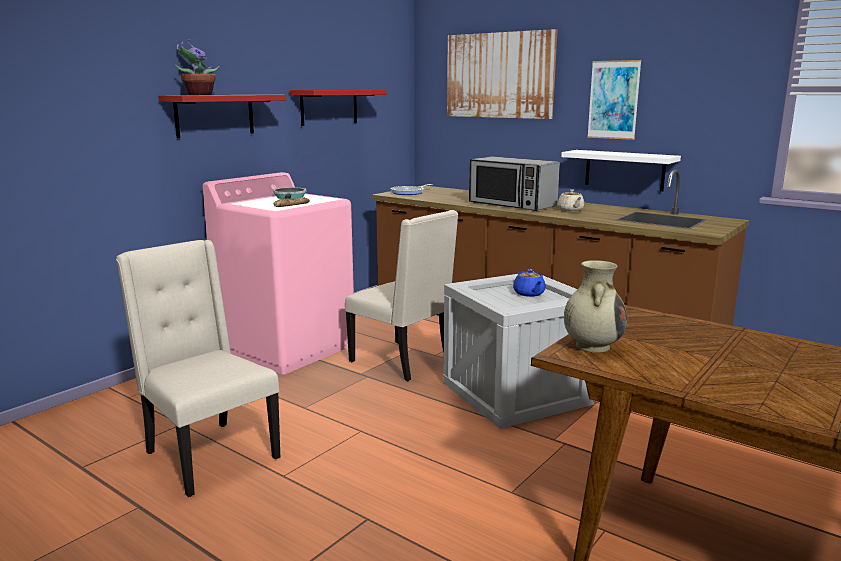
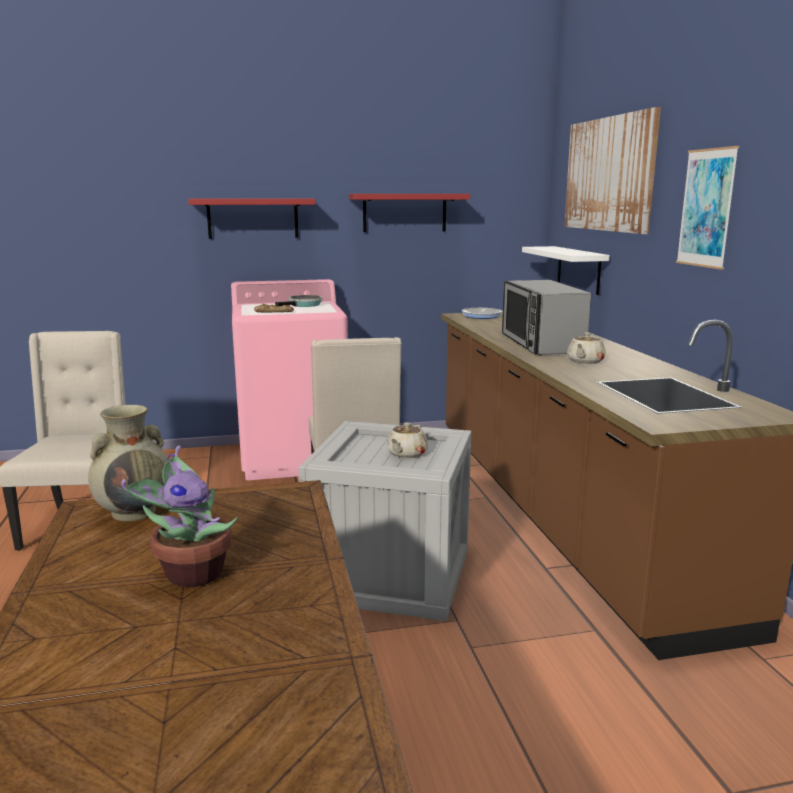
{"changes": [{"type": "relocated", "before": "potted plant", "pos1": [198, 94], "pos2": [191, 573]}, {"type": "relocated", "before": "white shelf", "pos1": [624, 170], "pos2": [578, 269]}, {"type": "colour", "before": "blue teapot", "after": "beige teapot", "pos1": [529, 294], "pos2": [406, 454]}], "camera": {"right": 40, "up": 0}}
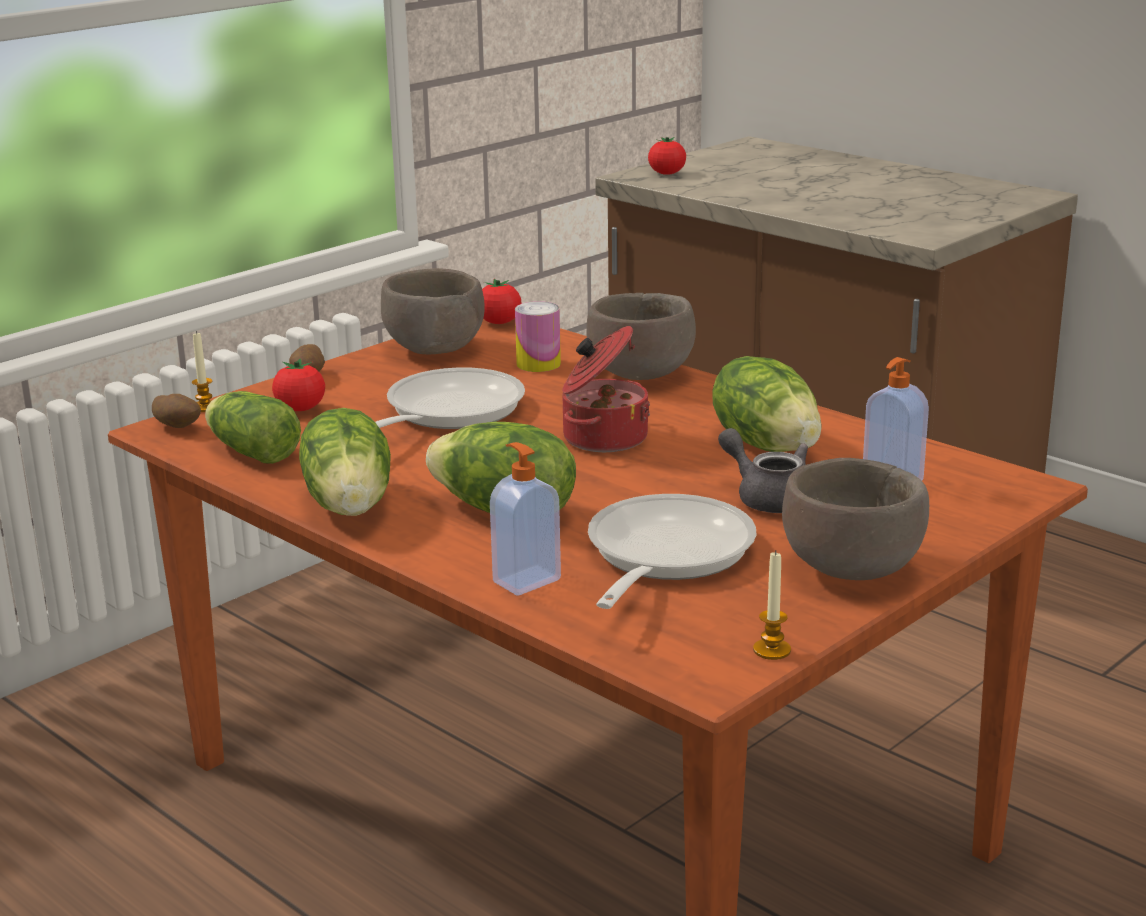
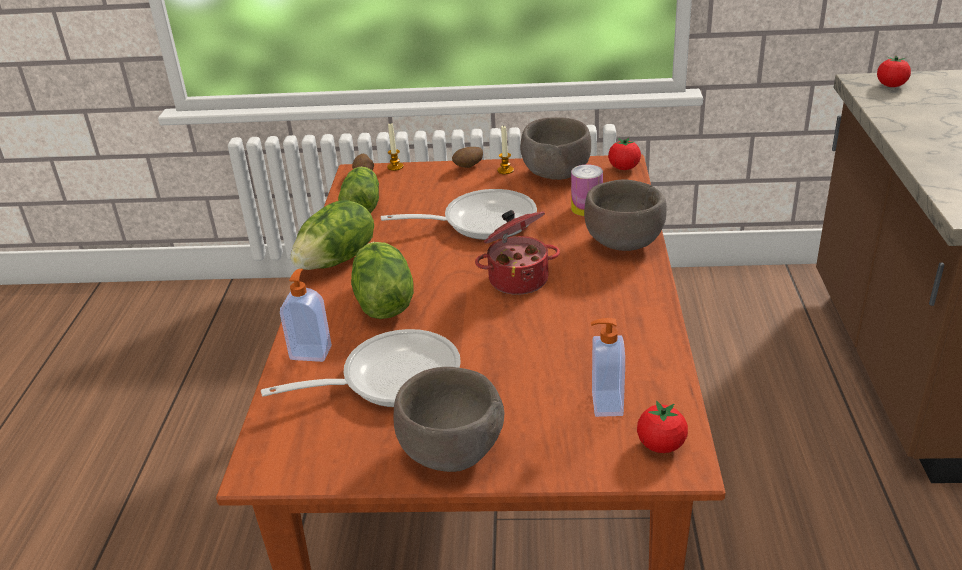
{"changes": [{"type": "missing", "before": "lettuce", "pos1": [768, 444]}, {"type": "relocated", "before": "tomato", "pos1": [300, 409], "pos2": [661, 445]}, {"type": "missing", "before": "grey teapot", "pos1": [768, 497]}, {"type": "relocated", "before": "candle", "pos1": [772, 650], "pos2": [505, 170]}], "camera": {"right": 50, "up": 10}}
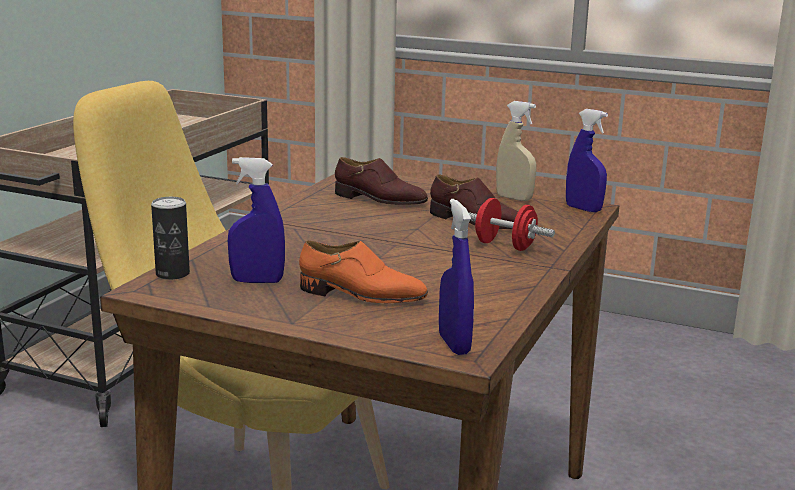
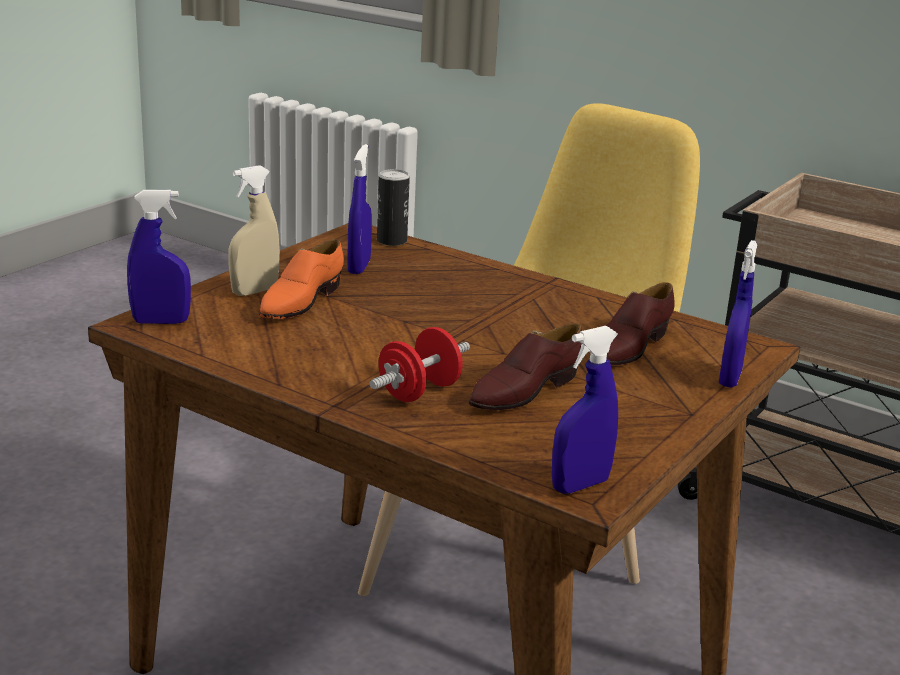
{"changes": [{"type": "relocated", "before": "beige spray bottle", "pos1": [514, 198], "pos2": [254, 291]}, {"type": "appeared", "after": "blue spray bottle", "pos2": [730, 378]}], "camera": {"right": 100, "up": 5}}
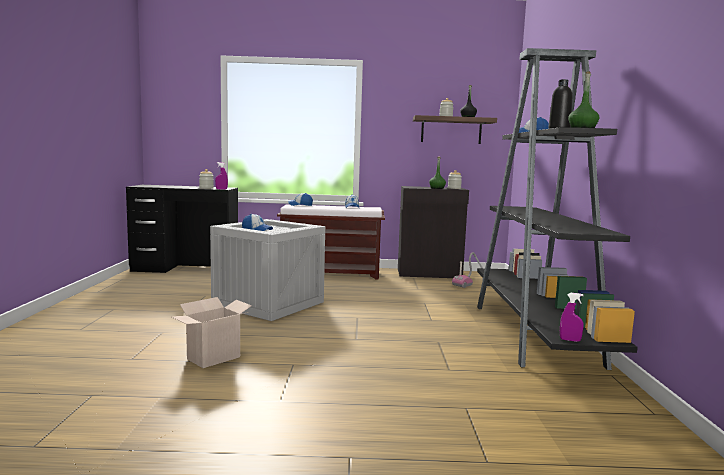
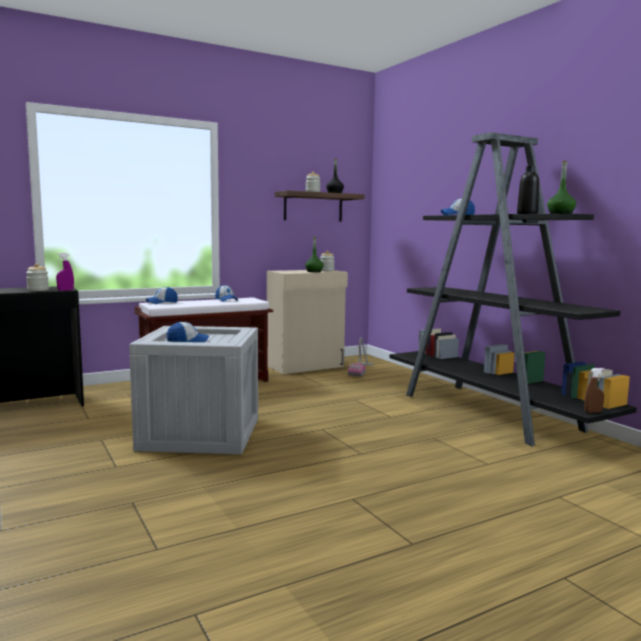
{"changes": [{"type": "colour", "before": "black cabinet", "after": "beige cabinet", "pos1": [429, 274], "pos2": [306, 366]}, {"type": "colour", "before": "purple spray bottle", "after": "brown spray bottle", "pos1": [570, 340], "pos2": [593, 412]}, {"type": "missing", "before": "cardboard box", "pos1": [213, 359]}], "camera": {"right": -30, "up": 0}}
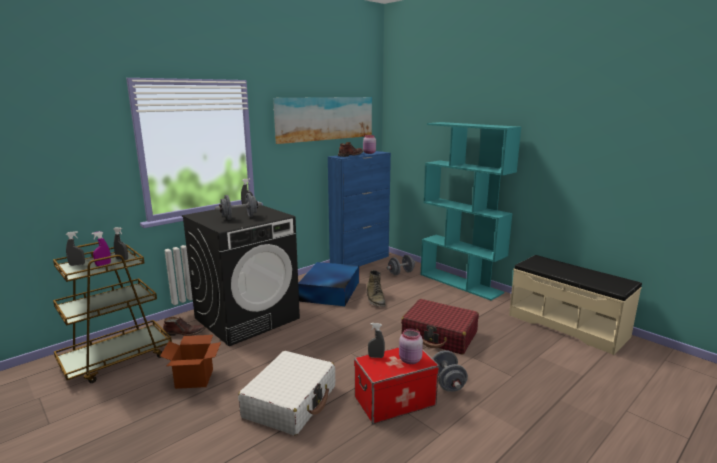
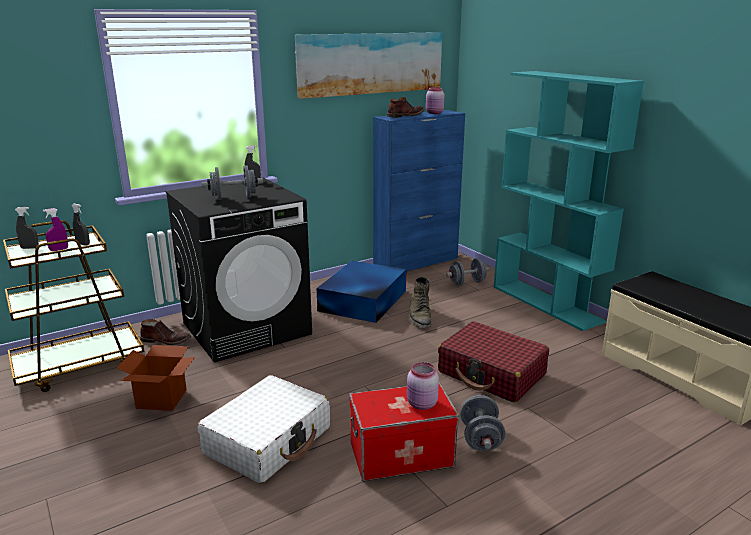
{"changes": [{"type": "missing", "before": "grey spray bottle", "pos1": [376, 357]}], "camera": {"right": 10, "up": 5}}
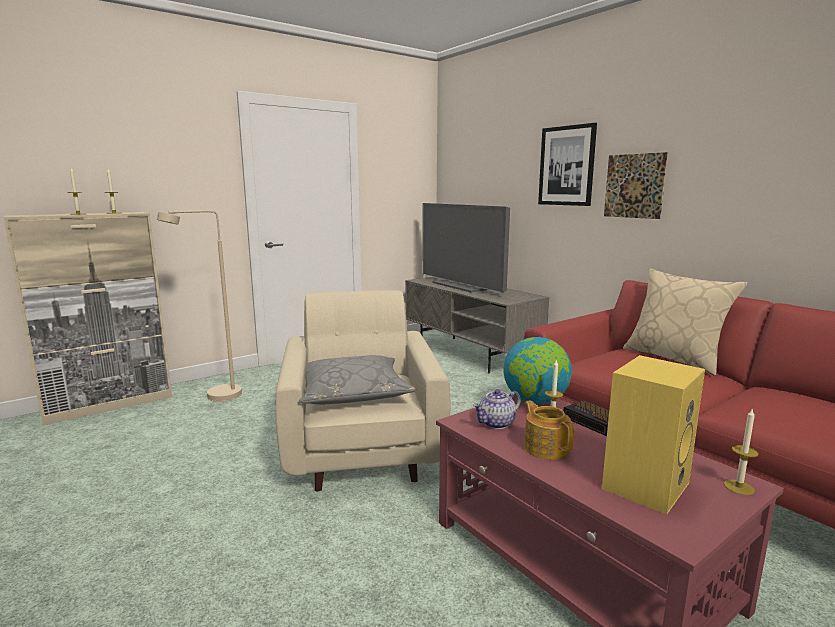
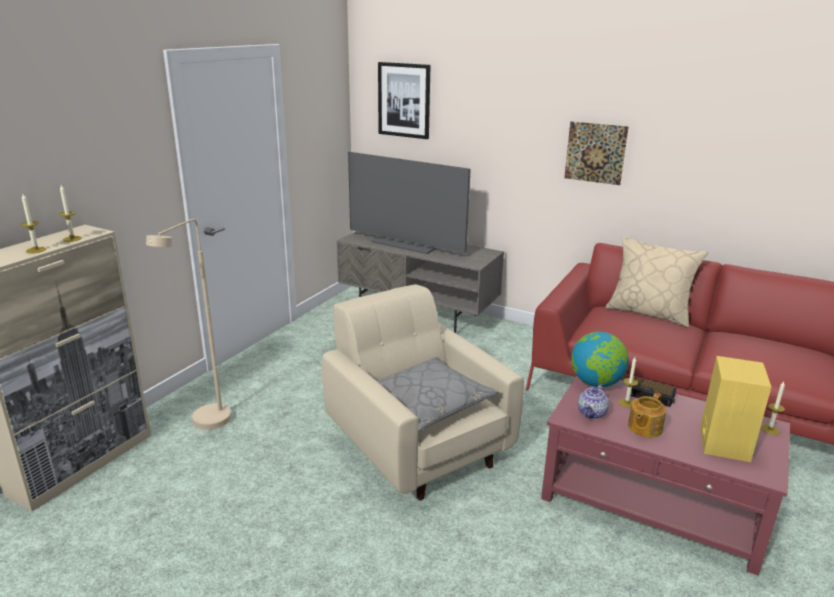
{"changes": [{"type": "relocated", "before": "picture", "pos1": [567, 166], "pos2": [404, 100]}, {"type": "spun", "before": "teapot", "pos1": [546, 448], "pos2": [644, 428], "turn": -90}], "camera": {"right": -25, "up": 10}}
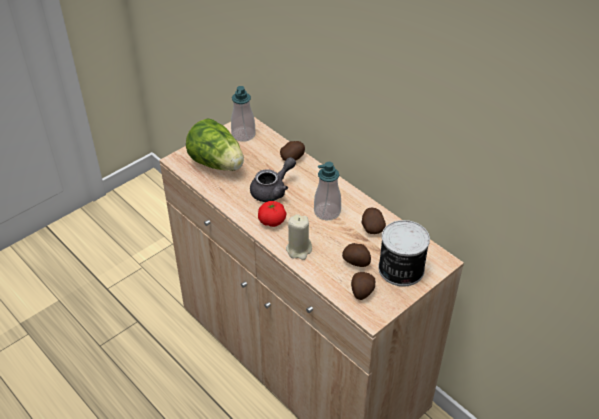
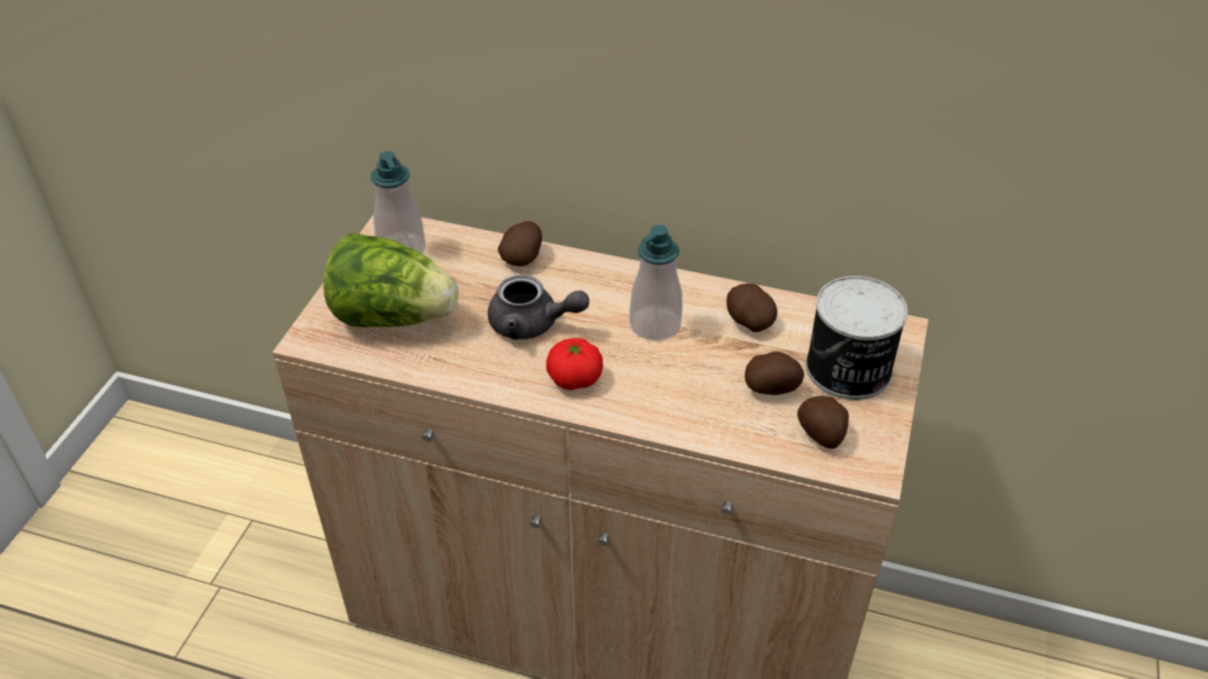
{"changes": [{"type": "spun", "before": "grey teapot", "pos1": [273, 190], "pos2": [532, 325], "turn": 90}, {"type": "missing", "before": "beige candle", "pos1": [299, 249]}], "camera": {"right": -30, "up": 0}}
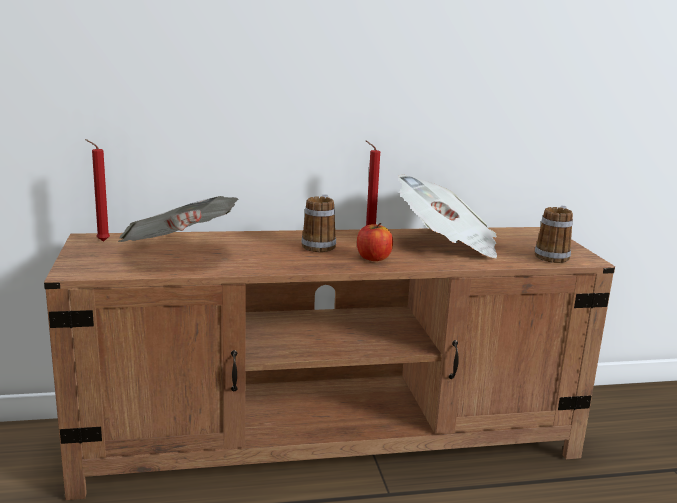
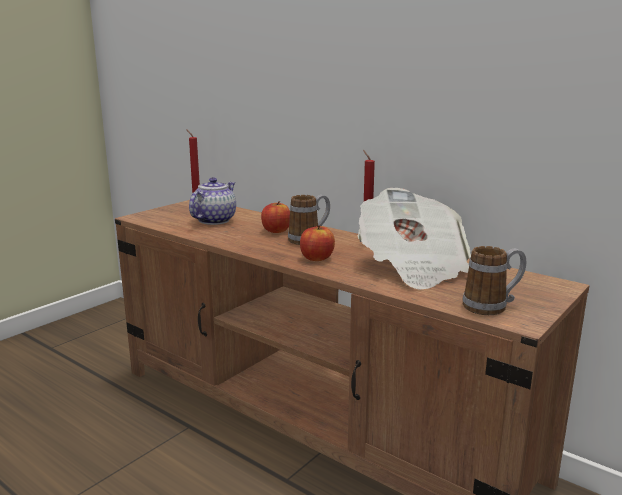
{"changes": [{"type": "exchanged", "before": "newspaper", "after": "teapot", "pos1": [178, 251], "pos2": [214, 220]}, {"type": "appeared", "after": "apple", "pos2": [276, 231]}], "camera": {"right": 50, "up": 0}}
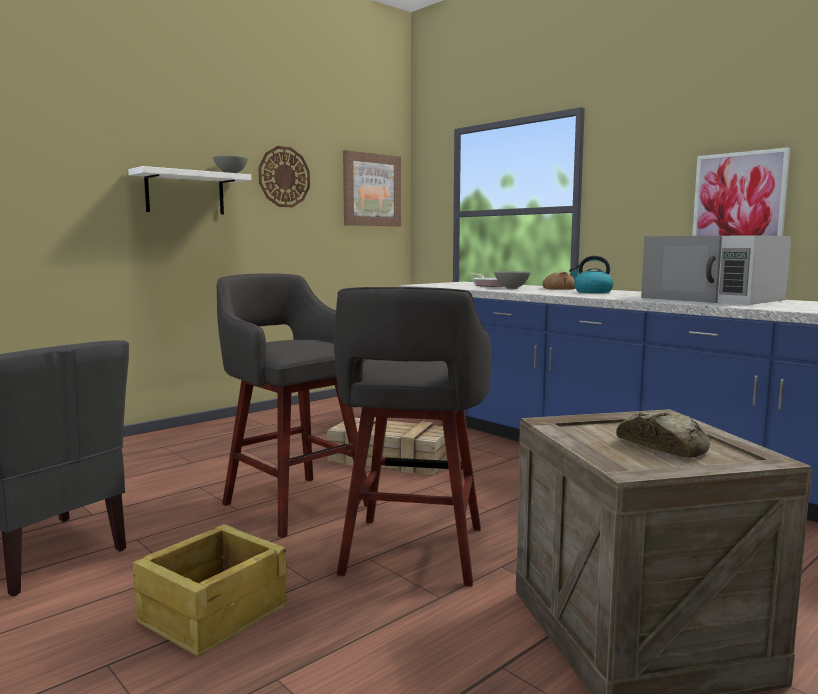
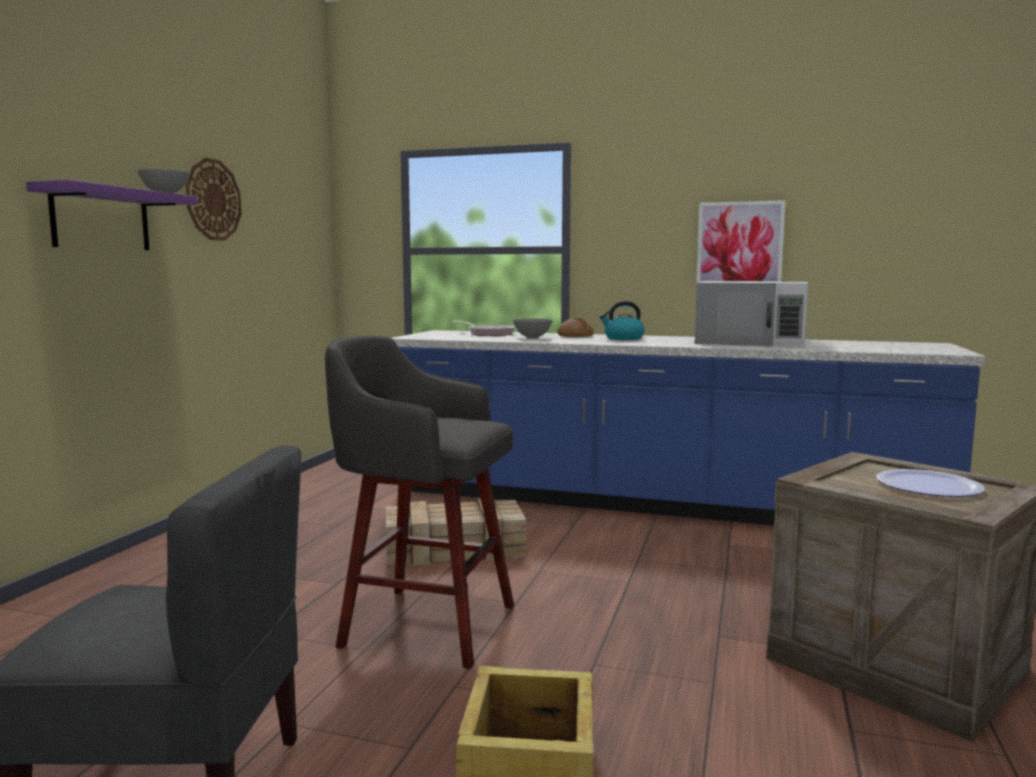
{"changes": [{"type": "missing", "before": "picture", "pos1": [371, 190]}, {"type": "colour", "before": "white shelf", "after": "purple shelf", "pos1": [185, 193], "pos2": [101, 219]}, {"type": "missing", "before": "grey stool", "pos1": [412, 552]}, {"type": "exchanged", "before": "bread", "after": "plate", "pos1": [664, 446], "pos2": [928, 486]}], "camera": {"right": -30, "up": 0}}
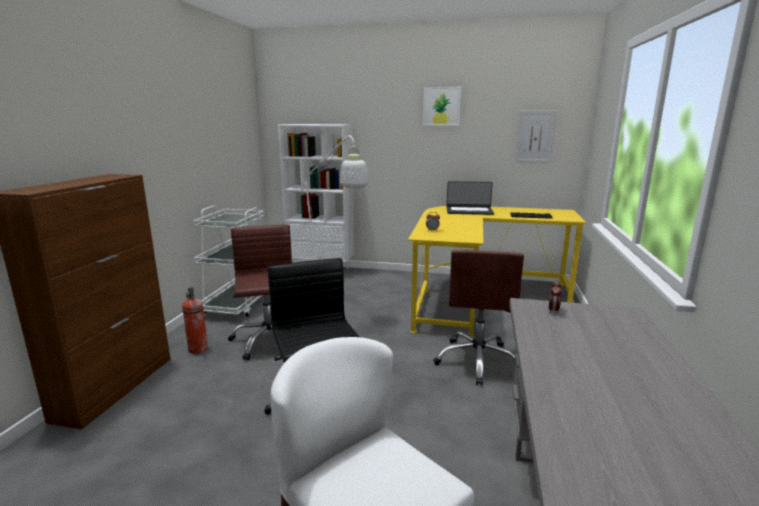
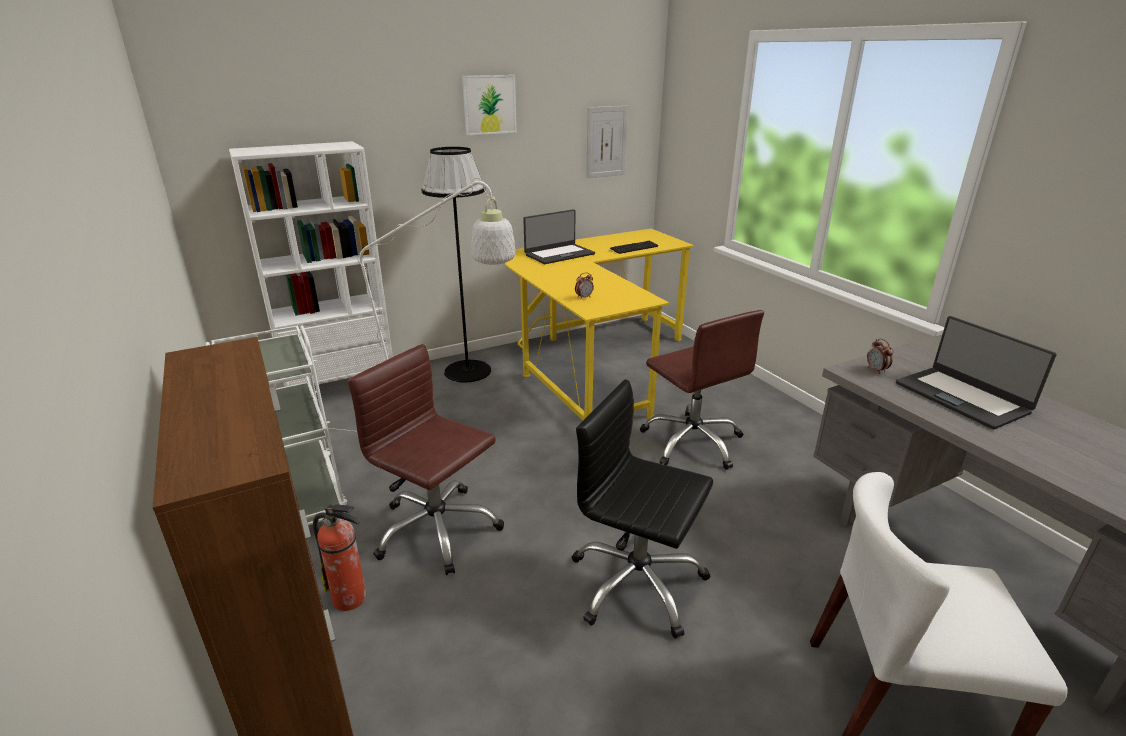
{"changes": [{"type": "appeared", "after": "black floor lamp", "pos2": [467, 371]}, {"type": "appeared", "after": "laptop", "pos2": [962, 397]}], "camera": {"right": -40, "up": 10}}
